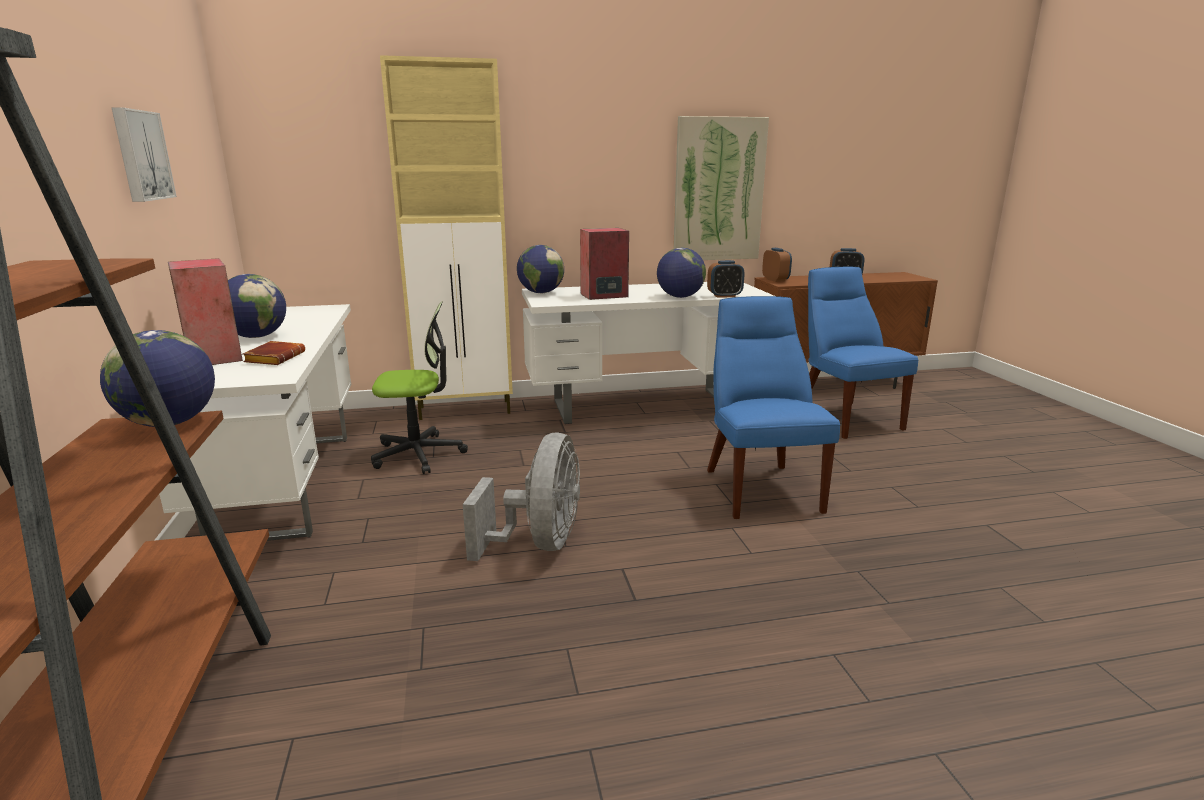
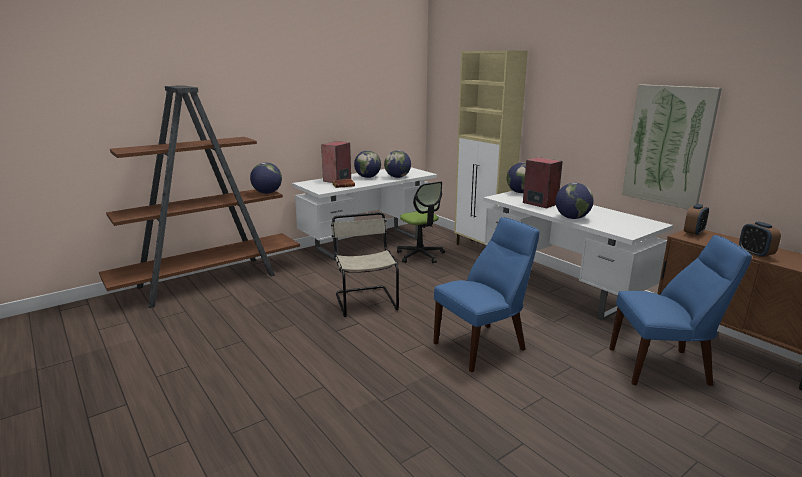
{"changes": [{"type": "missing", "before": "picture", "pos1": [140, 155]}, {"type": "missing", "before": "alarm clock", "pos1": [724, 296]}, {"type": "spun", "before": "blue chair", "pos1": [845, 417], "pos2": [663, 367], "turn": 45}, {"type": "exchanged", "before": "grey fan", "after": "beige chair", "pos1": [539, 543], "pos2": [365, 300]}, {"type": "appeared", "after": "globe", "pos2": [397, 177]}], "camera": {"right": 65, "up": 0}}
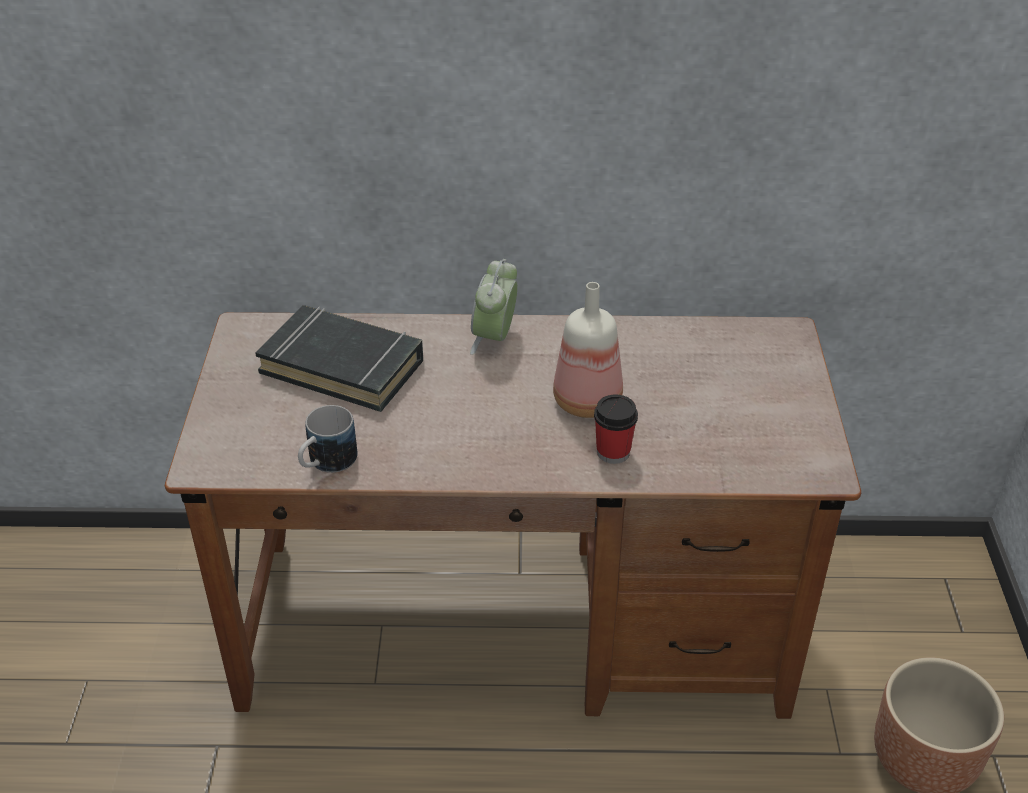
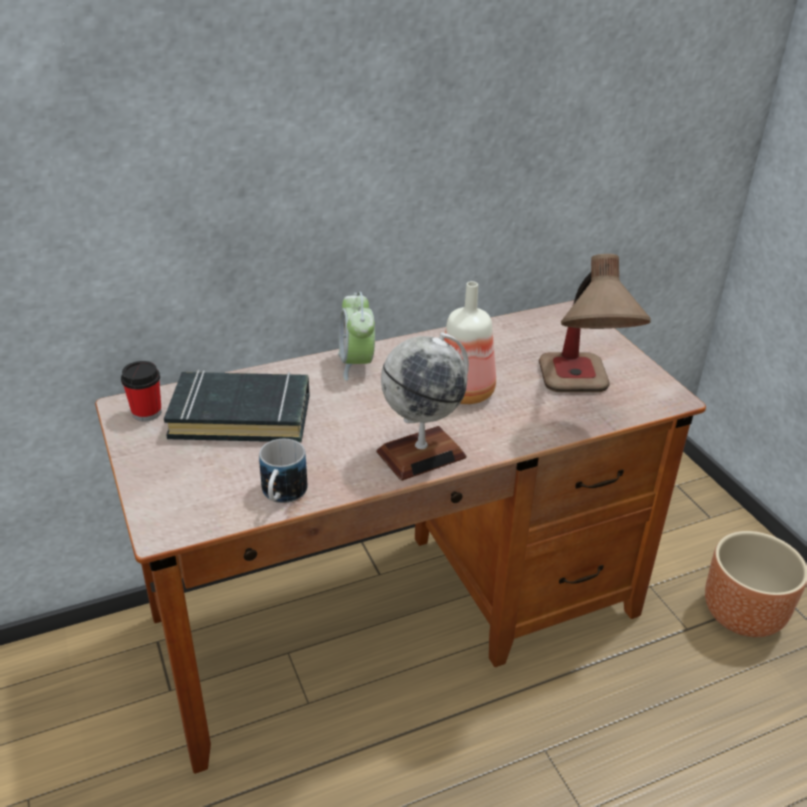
{"changes": [{"type": "relocated", "before": "cup", "pos1": [613, 452], "pos2": [147, 413]}, {"type": "appeared", "after": "table lamp", "pos2": [580, 397]}, {"type": "appeared", "after": "globe", "pos2": [421, 454]}], "camera": {"right": -25, "up": -5}}
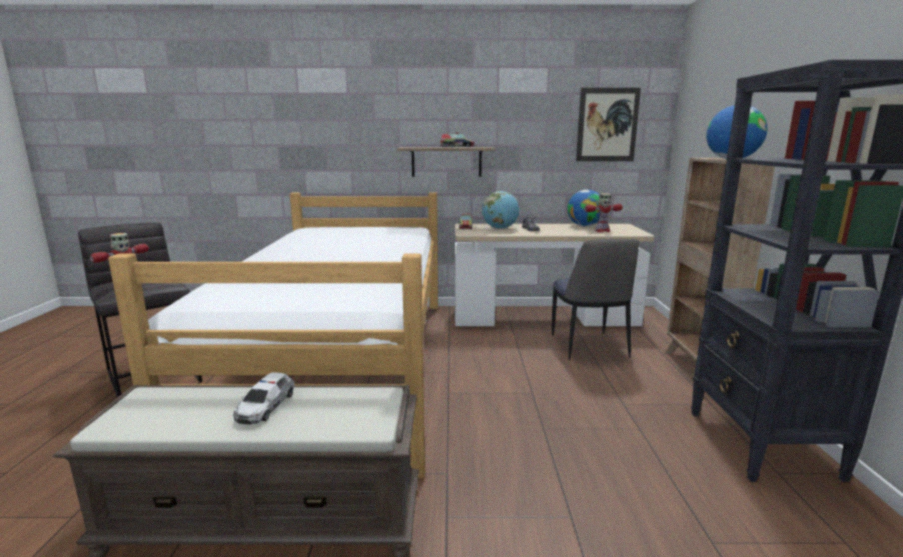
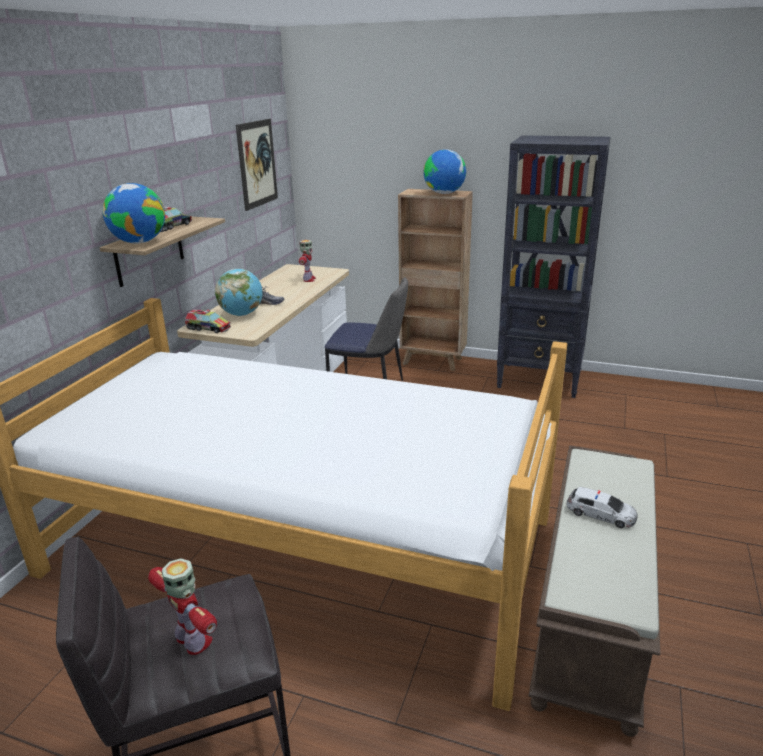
{"changes": [{"type": "relocated", "before": "globe", "pos1": [584, 226], "pos2": [139, 242]}], "camera": {"right": -70, "up": 10}}
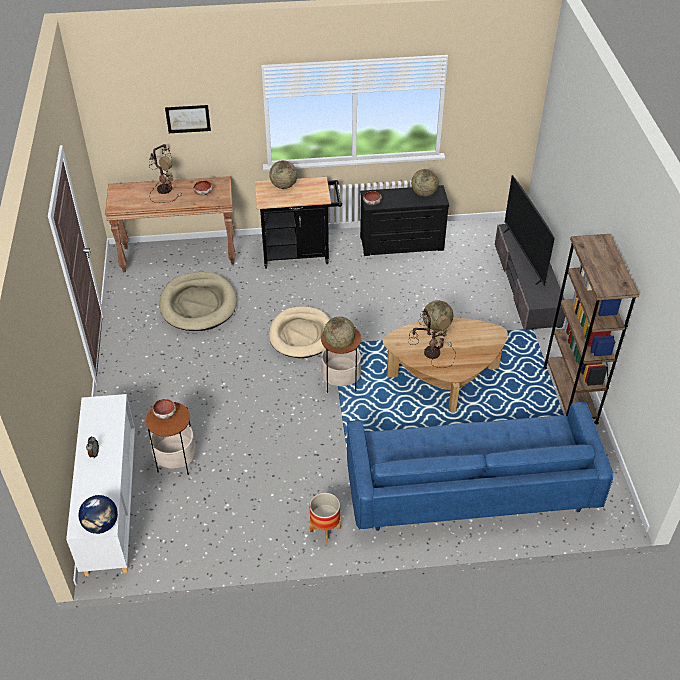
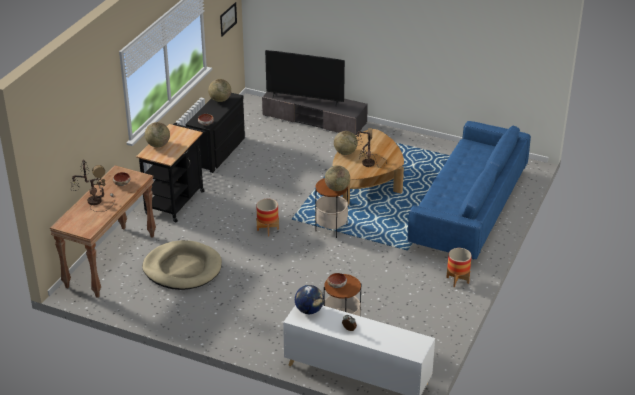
{"changes": [{"type": "relocated", "before": "picture", "pos1": [188, 118], "pos2": [228, 19]}, {"type": "missing", "before": "brown bookcase", "pos1": [569, 394]}, {"type": "exchanged", "before": "beige dog bed", "after": "planter", "pos1": [301, 335], "pos2": [267, 229]}, {"type": "relocated", "before": "globe", "pos1": [101, 525], "pos2": [309, 310]}], "camera": {"right": -60, "up": -10}}
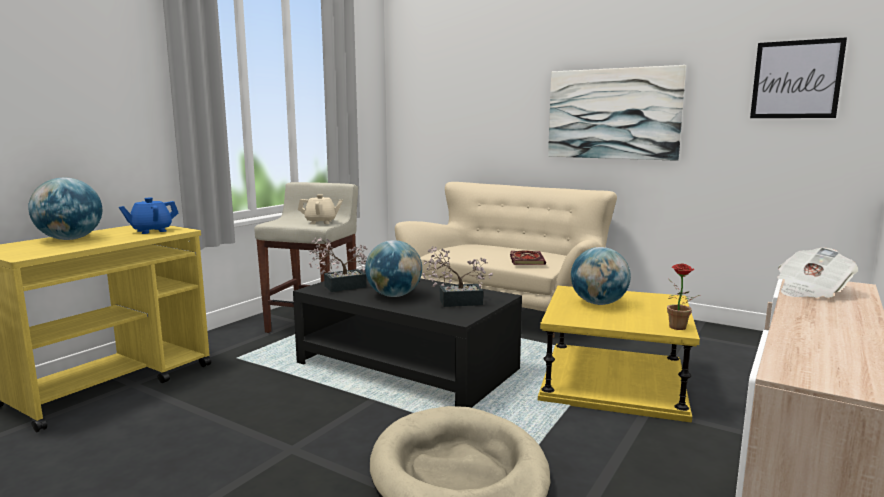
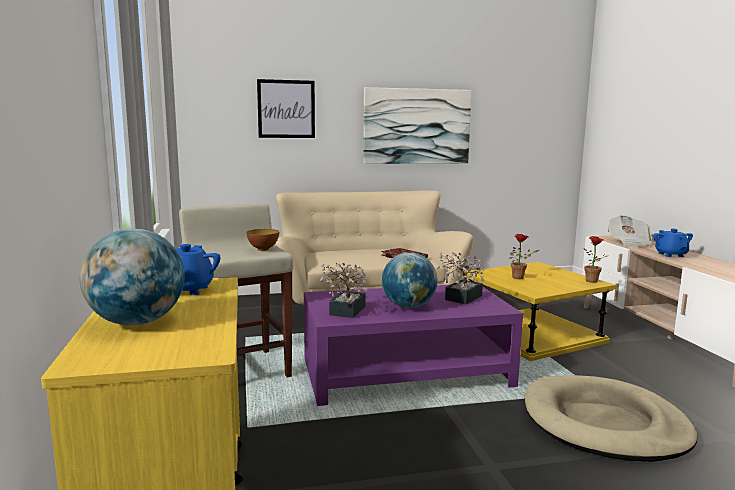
{"changes": [{"type": "relocated", "before": "picture", "pos1": [796, 79], "pos2": [286, 109]}, {"type": "exchanged", "before": "beige teapot", "after": "bowl", "pos1": [321, 222], "pos2": [263, 249]}, {"type": "exchanged", "before": "globe", "after": "potted plant", "pos1": [598, 303], "pos2": [520, 277]}, {"type": "colour", "before": "black coffee table", "after": "purple coffee table", "pos1": [407, 366], "pos2": [405, 372]}, {"type": "appeared", "after": "blue teapot", "pos2": [670, 254]}], "camera": {"right": -45, "up": 0}}
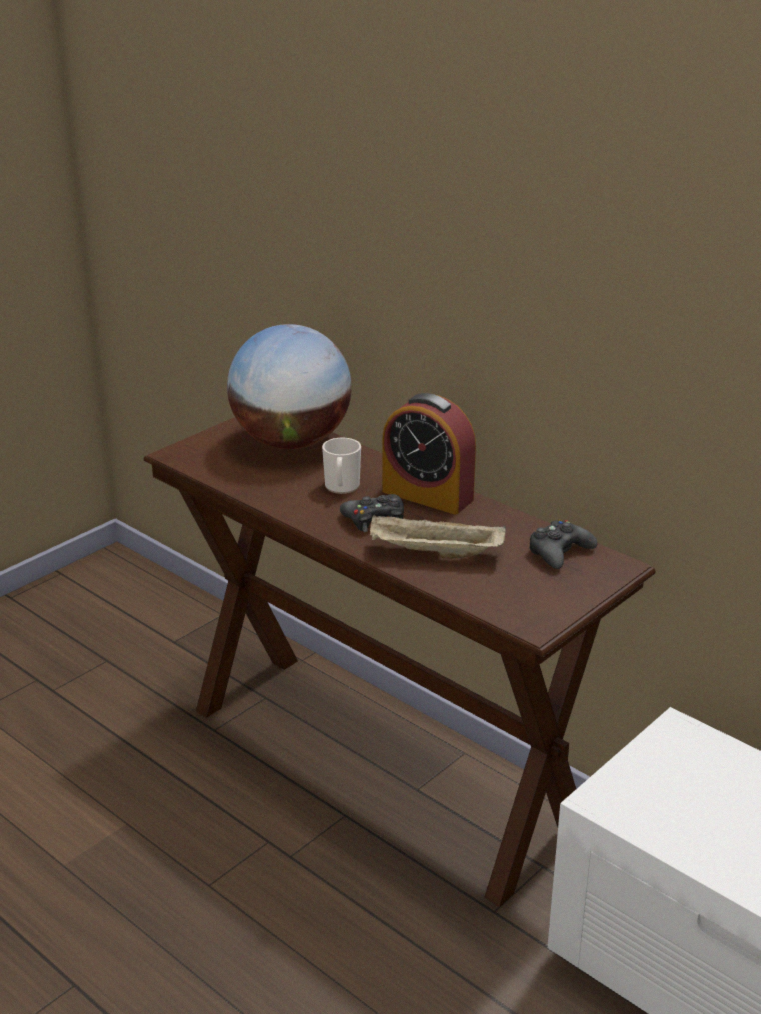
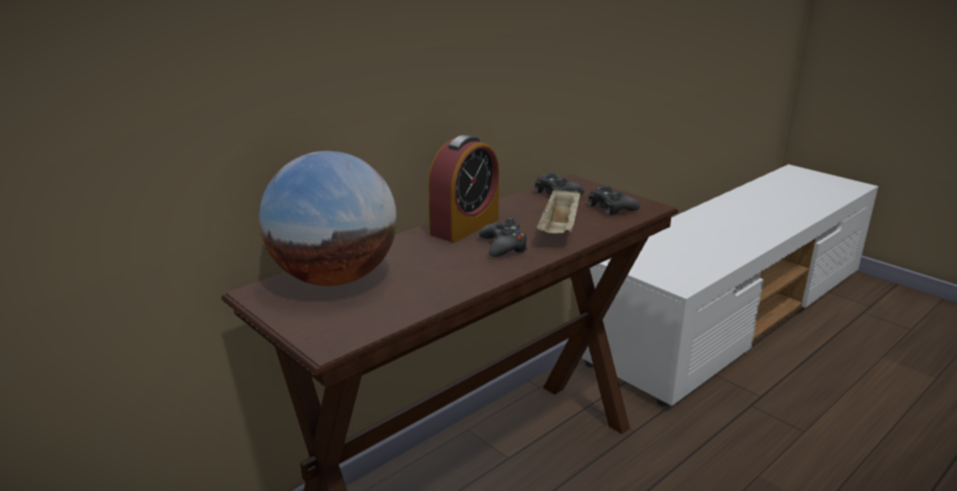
{"changes": [{"type": "missing", "before": "mug", "pos1": [341, 487]}, {"type": "appeared", "after": "black game controller", "pos2": [611, 208]}], "camera": {"right": -85, "up": -5}}
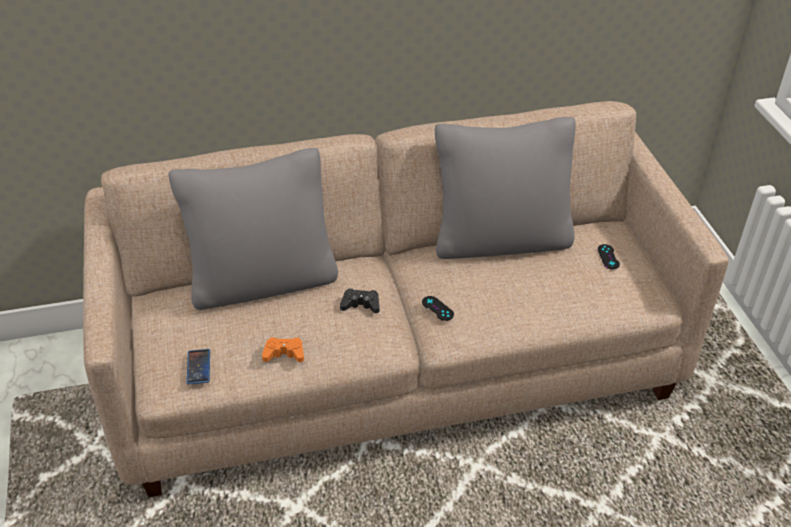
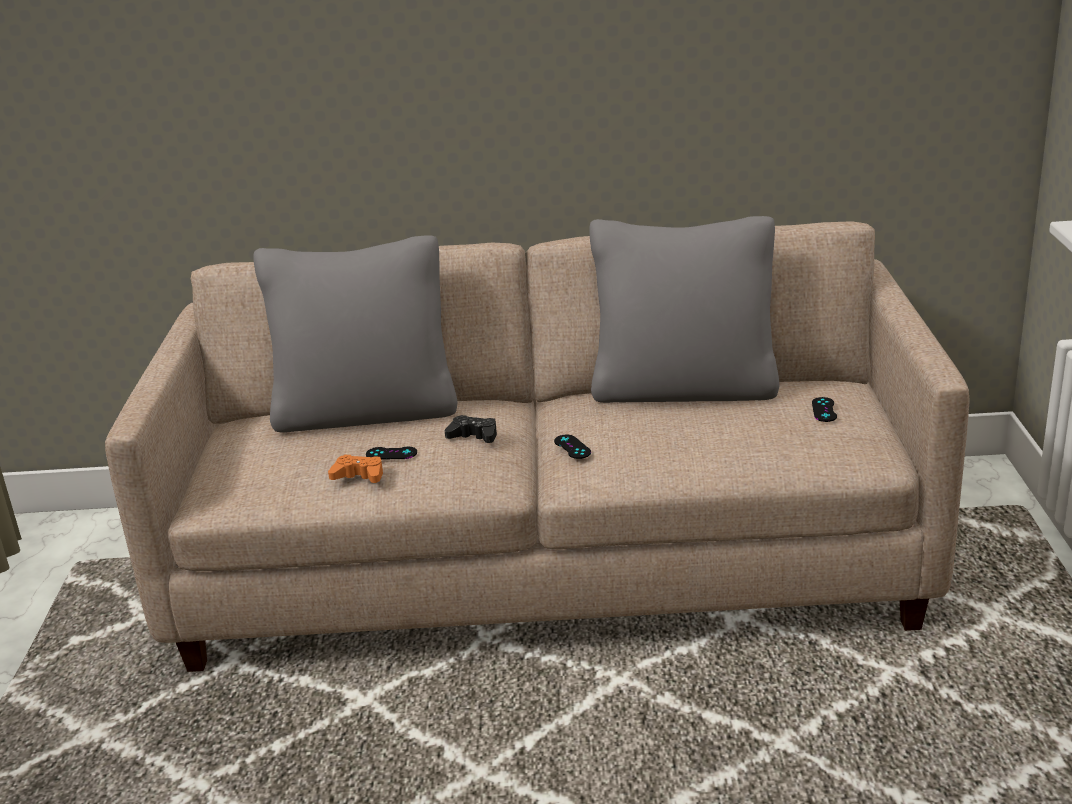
{"changes": [{"type": "missing", "before": "phone", "pos1": [198, 367]}, {"type": "appeared", "after": "black game controller", "pos2": [391, 453]}], "camera": {"right": 15, "up": -15}}
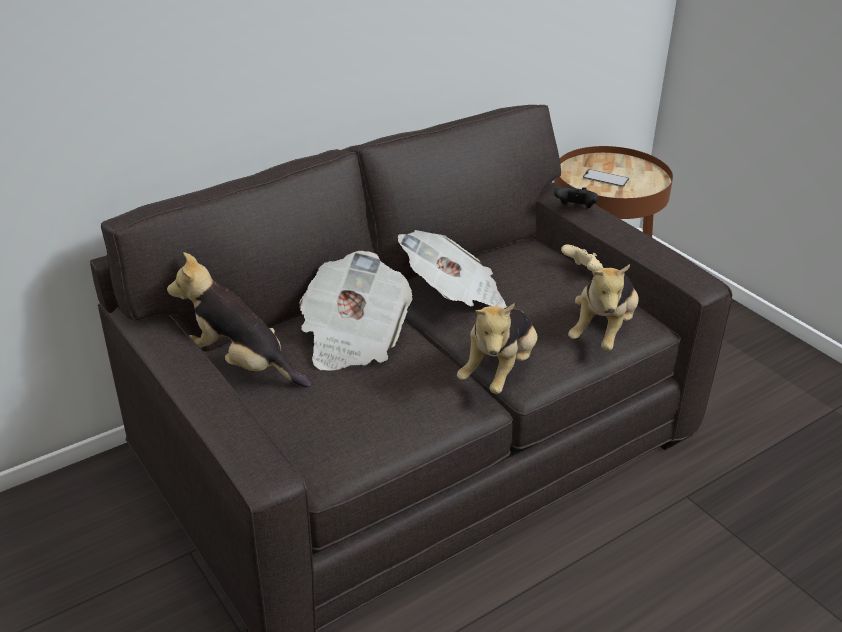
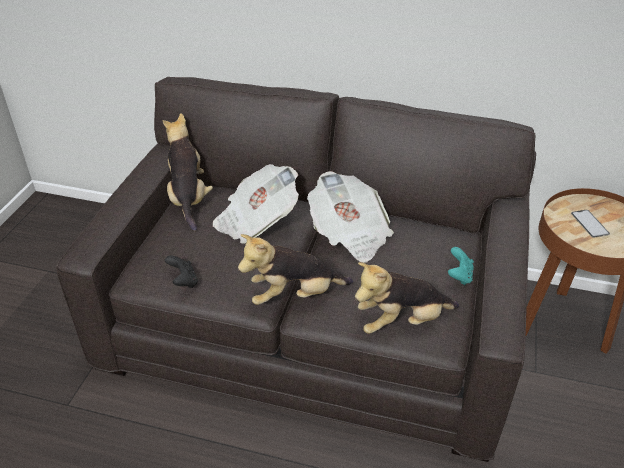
{"changes": [{"type": "relocated", "before": "black game controller", "pos1": [575, 209], "pos2": [183, 281]}, {"type": "colour", "before": "beige game controller", "after": "turquoise game controller", "pos1": [583, 272], "pos2": [459, 276]}], "camera": {"right": 50, "up": 5}}
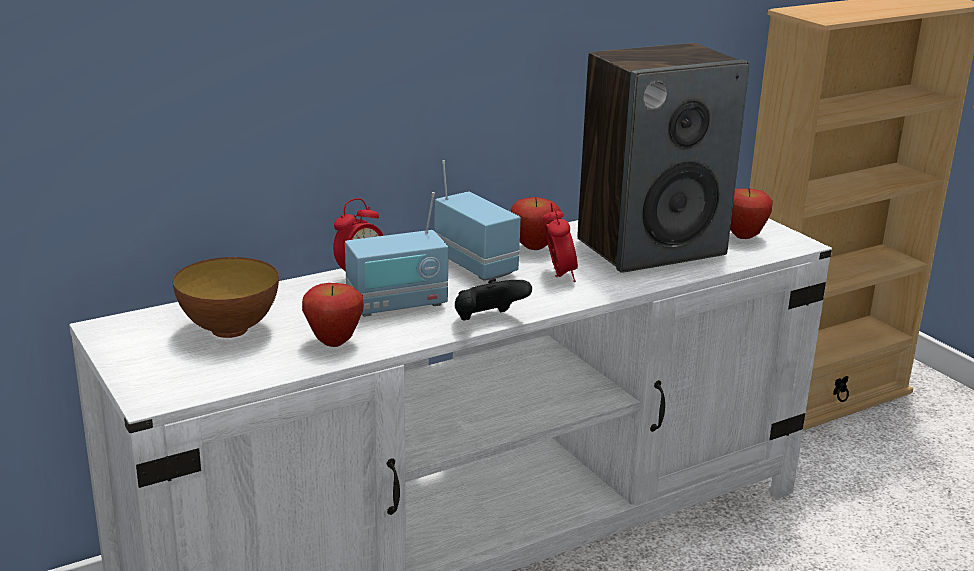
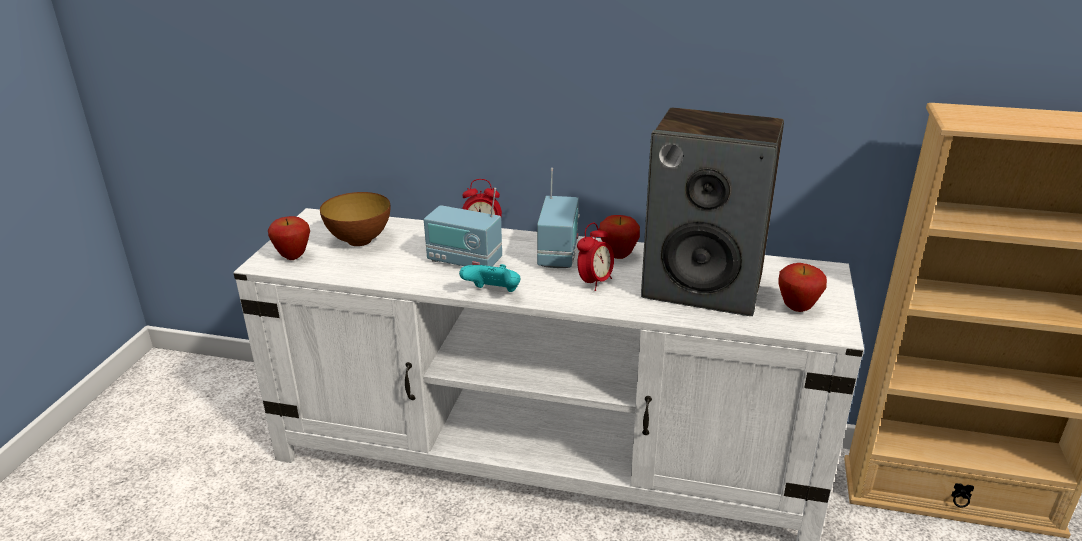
{"changes": [{"type": "colour", "before": "black game controller", "after": "turquoise game controller", "pos1": [488, 320], "pos2": [493, 294]}, {"type": "relocated", "before": "apple", "pos1": [334, 342], "pos2": [293, 257]}], "camera": {"right": 45, "up": 5}}
